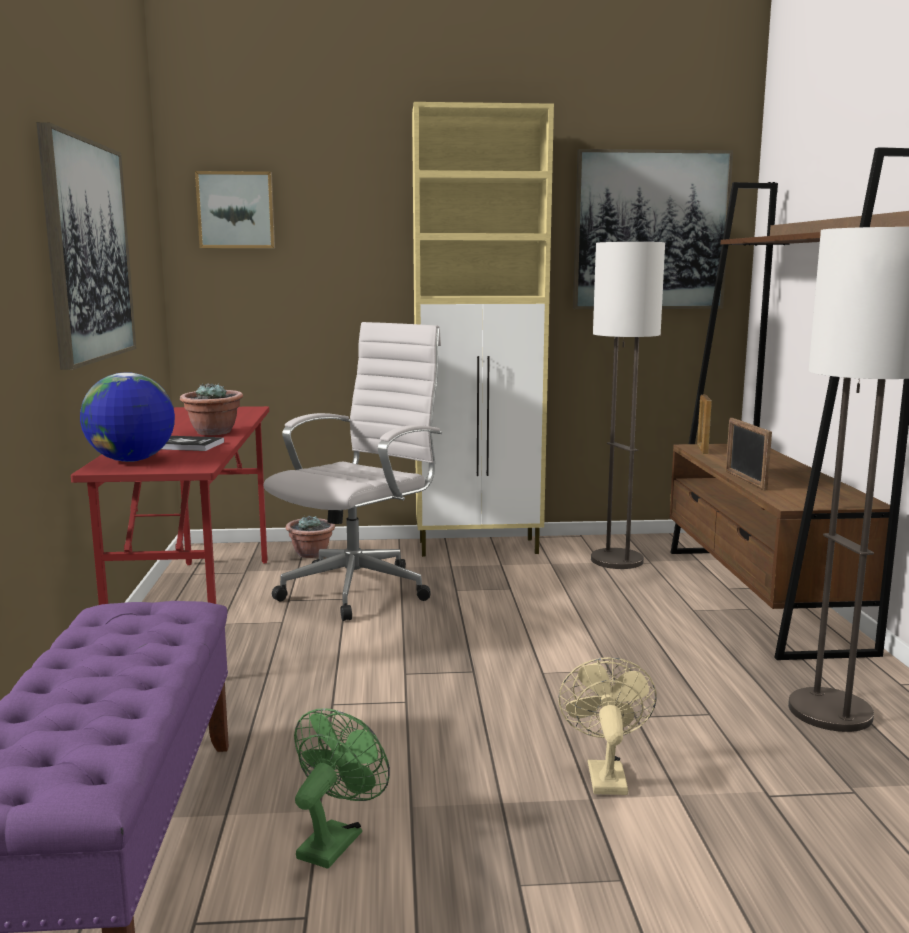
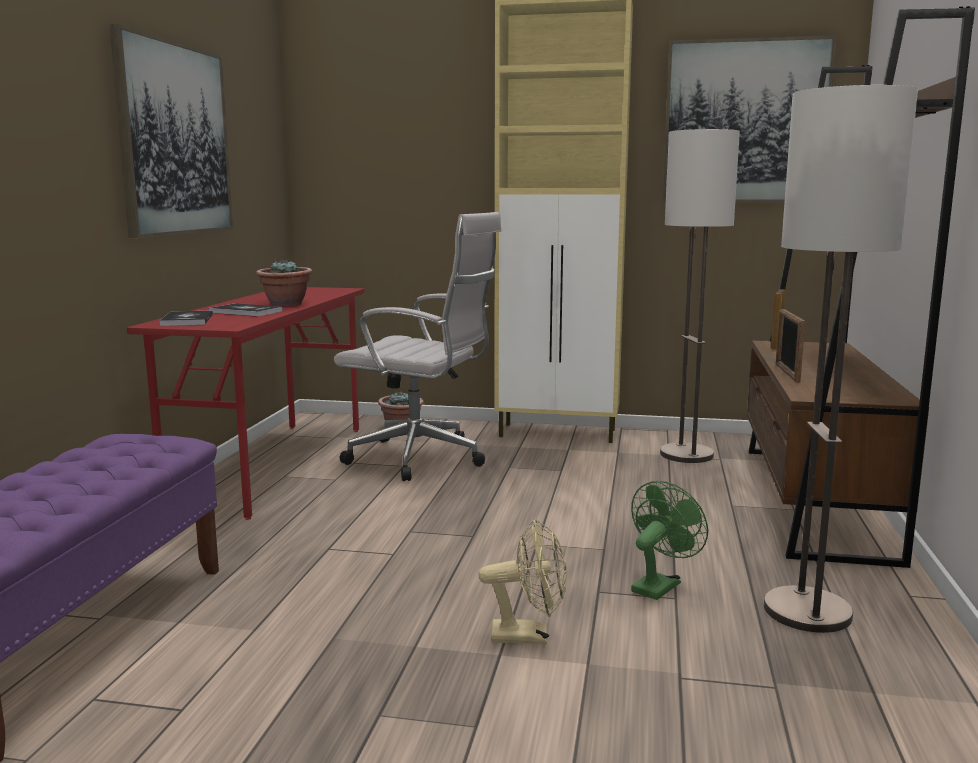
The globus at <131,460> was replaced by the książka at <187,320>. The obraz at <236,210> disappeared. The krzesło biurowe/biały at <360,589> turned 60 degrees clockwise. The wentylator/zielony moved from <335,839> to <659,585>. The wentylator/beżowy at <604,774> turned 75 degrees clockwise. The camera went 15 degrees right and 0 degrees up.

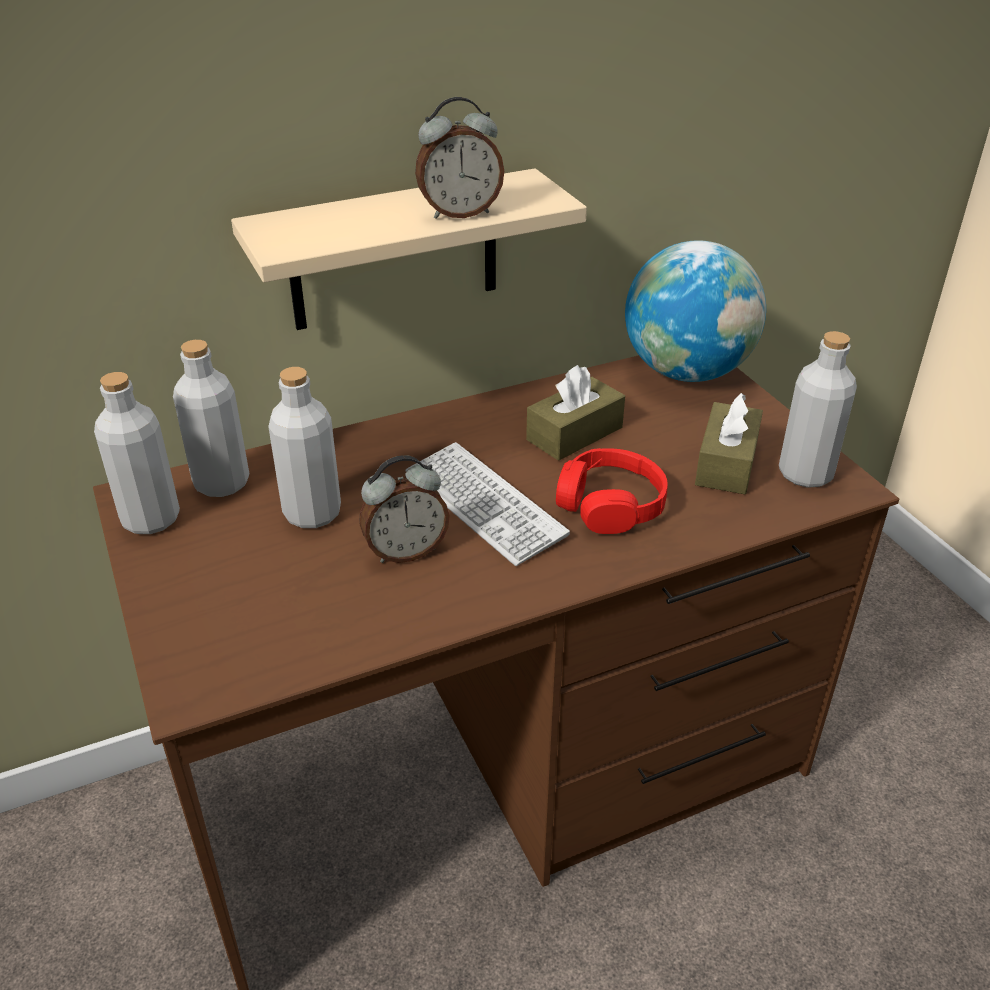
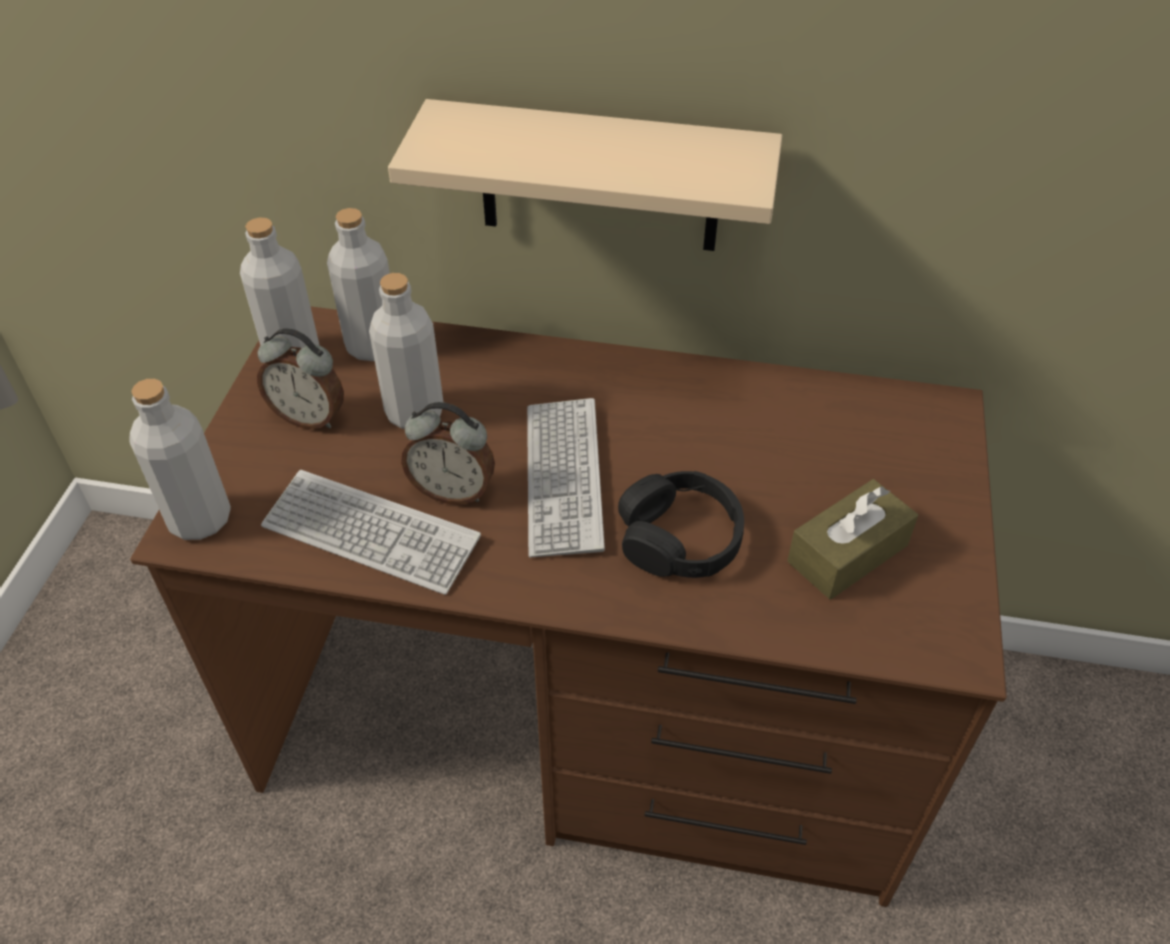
The budzik moved from <460,213> to <310,417>. The pudełko chusteczek/brązowy at <574,434> disappeared. The słuchawki/czerwony at <610,504> became the słuchawki/czarny at <680,538>. The globus at <687,372> disappeared. The butelka/szary moved from <805,473> to <199,519>. The klawiatura at <371,533> appeared. The camera went 35 degrees right and 10 degrees up.

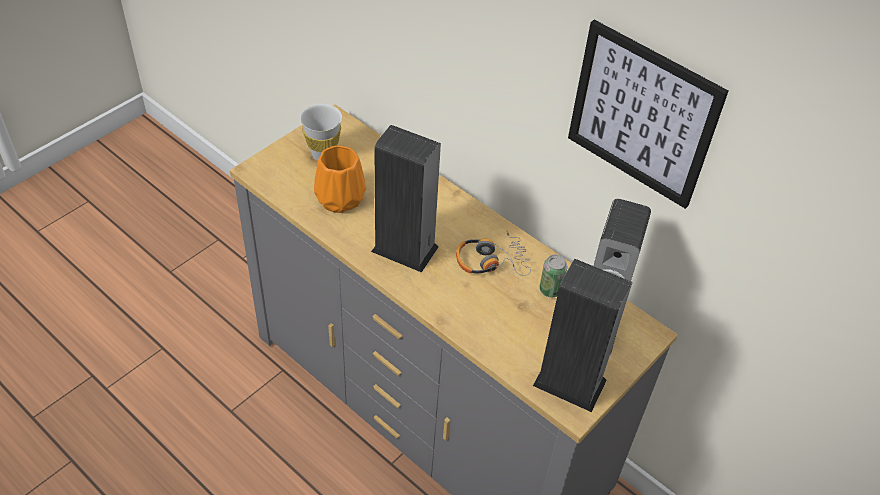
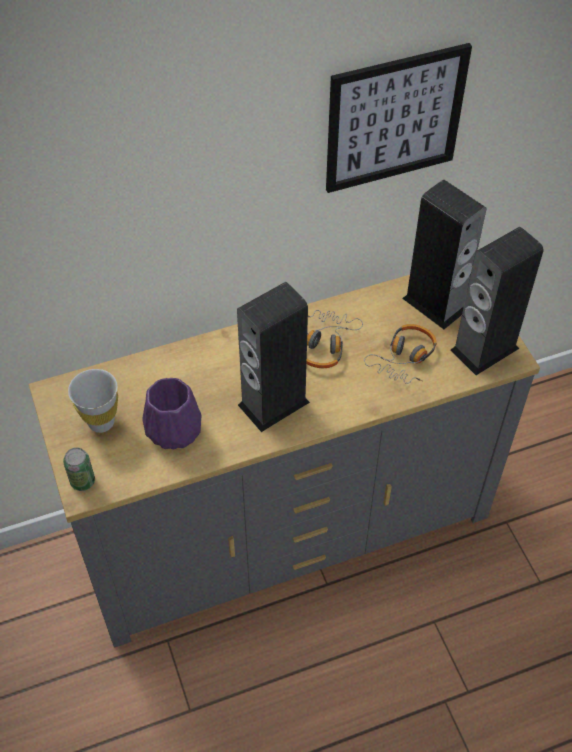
The wazon/pomarańczowy at <341,199> became the wazon/fioletowy at <175,430>. The puszka moved from <550,290> to <82,481>. The słuchawki at <404,358> appeared. The camera went 60 degrees left and 5 degrees up.

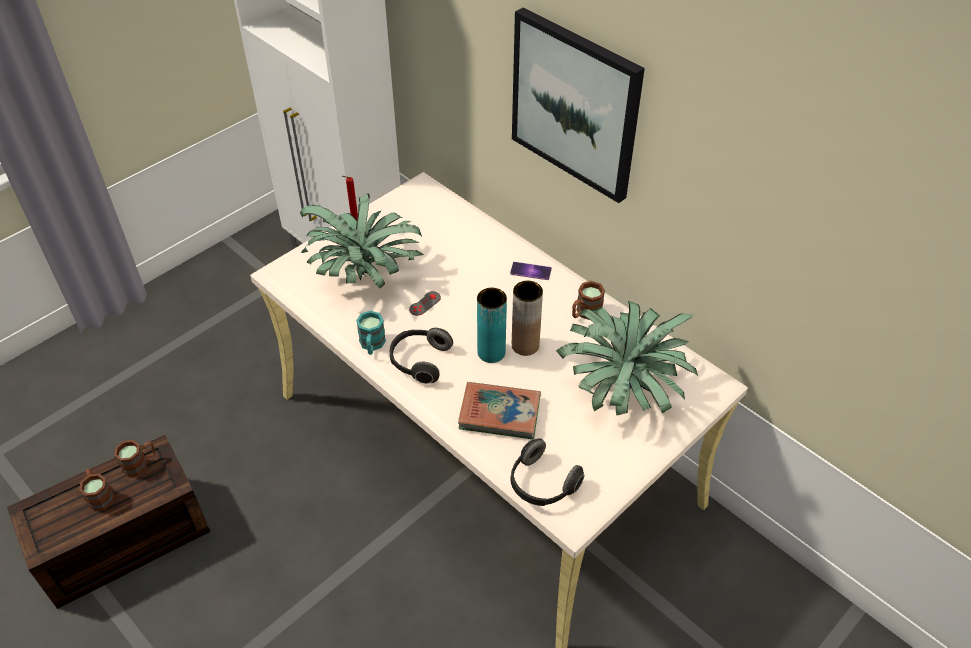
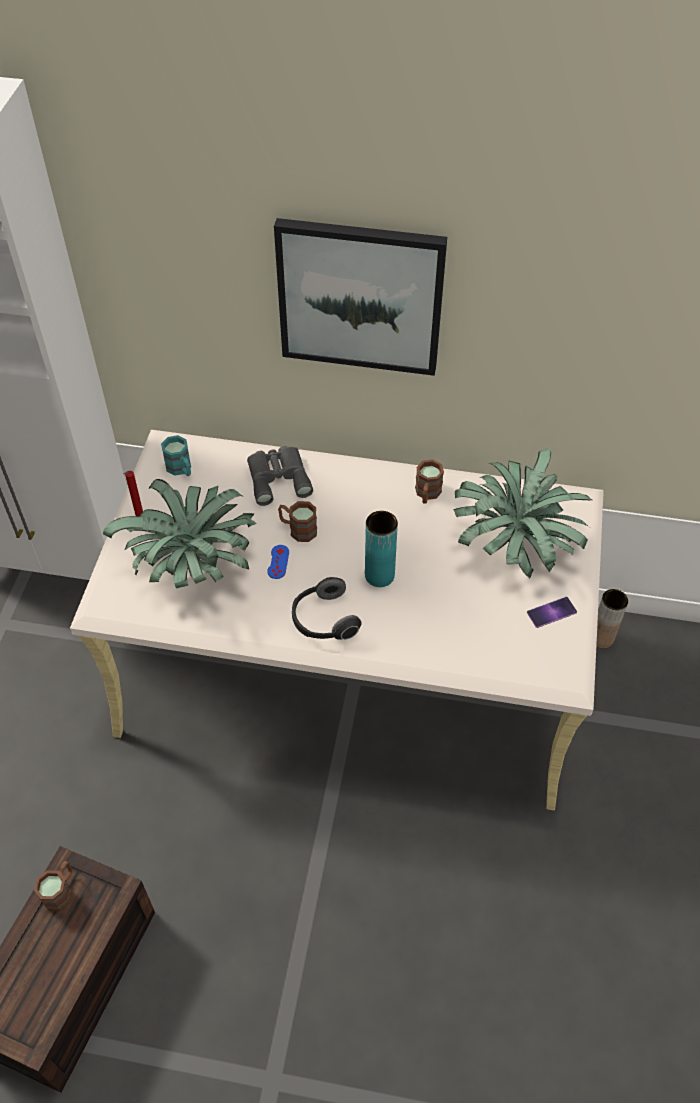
The kubek/brązowy moved from <99,496> to <298,529>. The kubek/turkusowy moved from <372,345> to <181,469>. The pad do gier/szary at <425,303> became the pad do gier/niebieski at <278,562>. The książka at <499,413> disappeared. The telefon moved from <530,271> to <551,612>. The słuchawki at <541,484> disappeared. The wazon/brązowy moved from <525,345> to <601,638>. The lornetka/szary at <278,477> appeared. The camera went 35 degrees left and 5 degrees up.

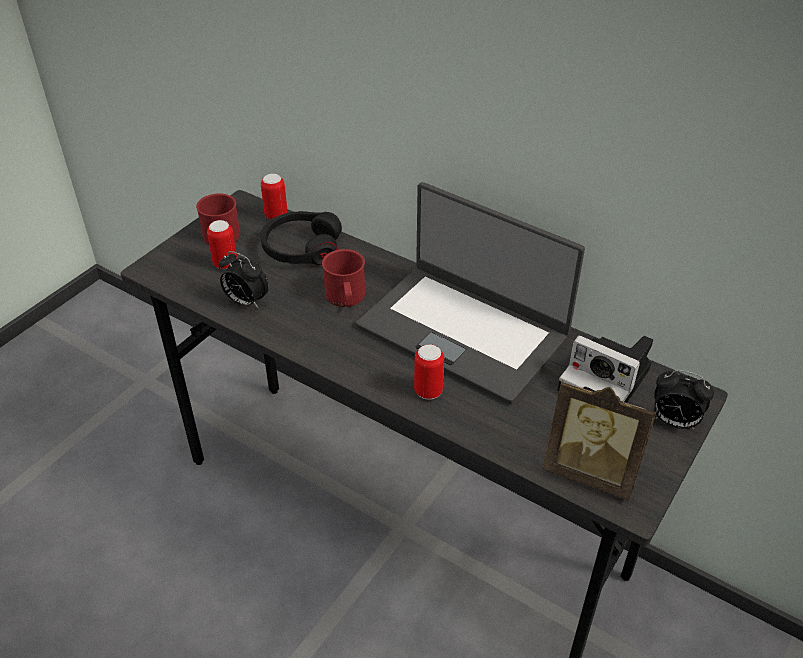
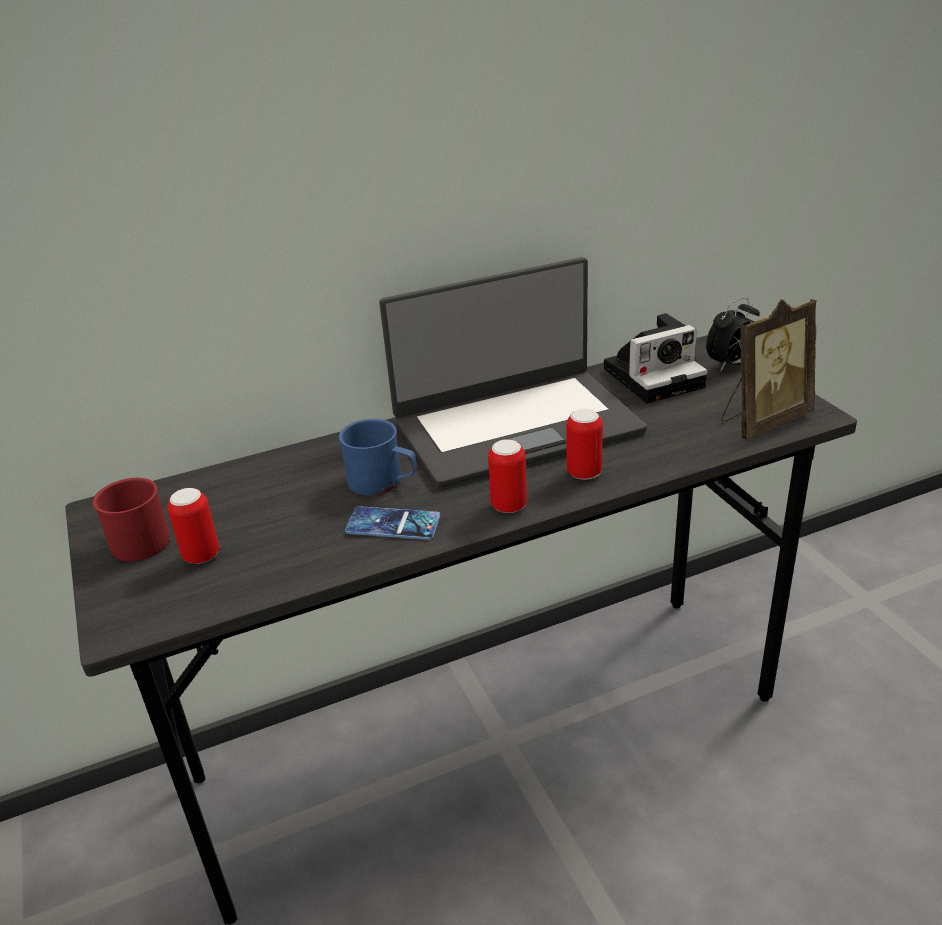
The budzik at <246,302> disappeared. The słuchawki/czarny at <301,248> disappeared. The puszka moved from <276,215> to <509,506>. The kubek/czerwony at <346,299> became the kubek/niebieski at <383,482>. The telefon at <393,524> appeared. The camera went 55 degrees left and 10 degrees down.

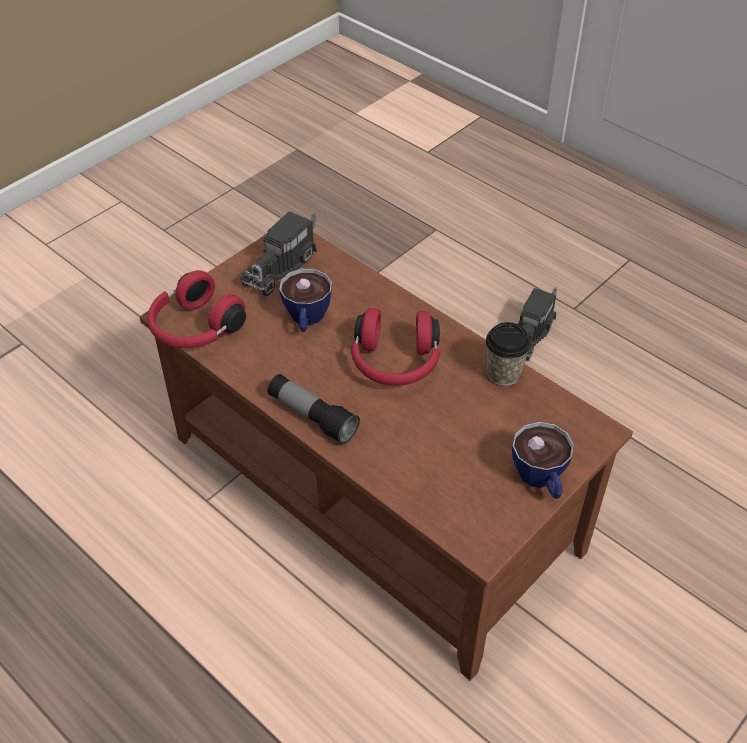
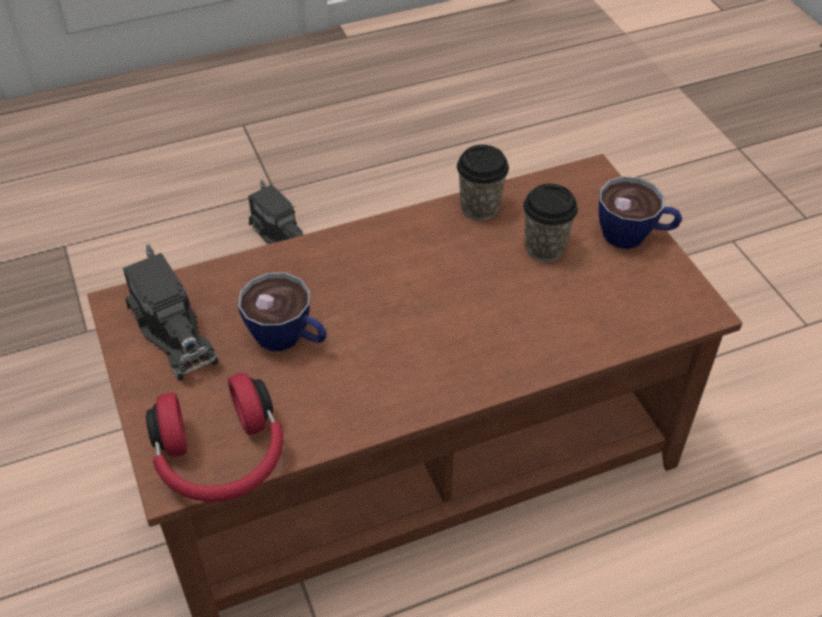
The latarka at <312,417> disappeared. The słuchawki/czerwony at <395,363> disappeared. The filiżanka at <544,248> appeared. The camera went 65 degrees left and 0 degrees up.

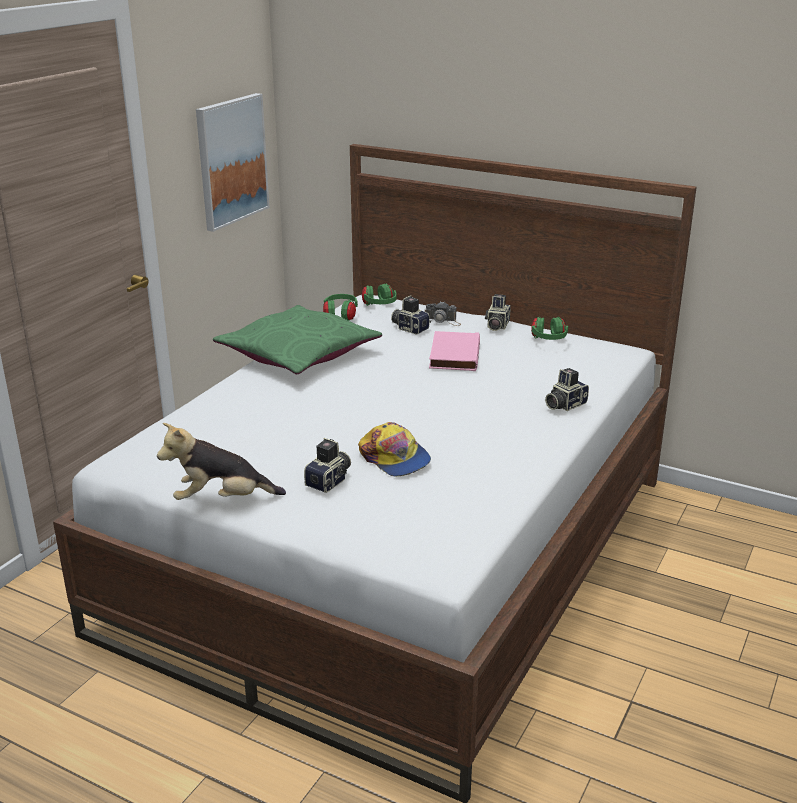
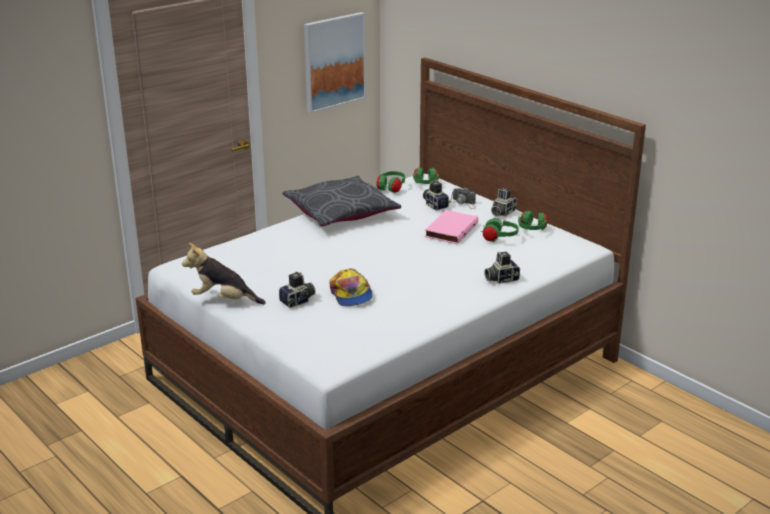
The poduszka/zielony at <298,354> became the poduszka/szary at <341,212>. The słuchawki/zielony at <499,238> appeared. The camera went 20 degrees right and 0 degrees up.

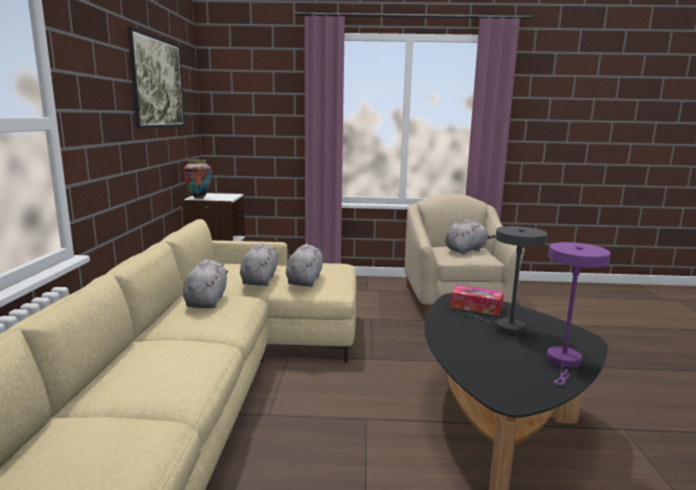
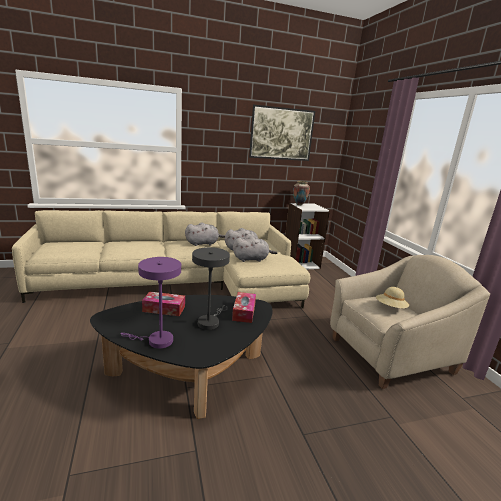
The pluszak/szary at <466,250> was replaced by the kapelusz/beżowy at <390,308>. The pudełko chusteczek at <164,309> appeared. The camera went 70 degrees right and 5 degrees up.

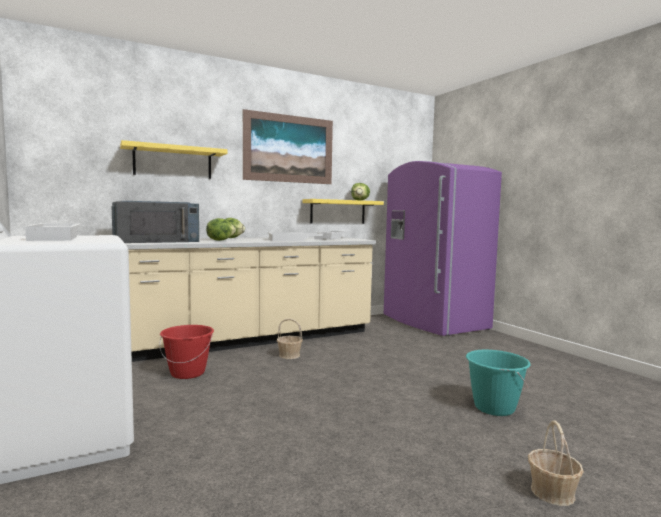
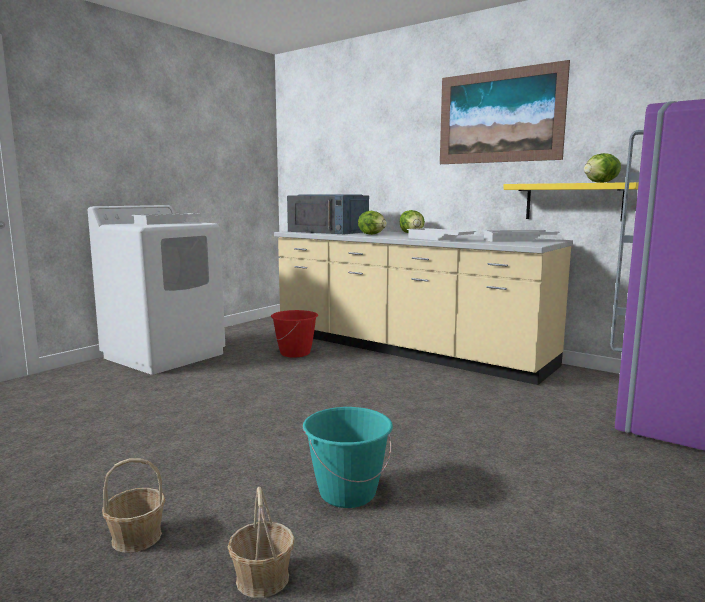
The półka/żółty at <173,162> disappeared. The koszyk moved from <289,355> to <262,579>. The camera went 65 degrees right and 5 degrees up.

